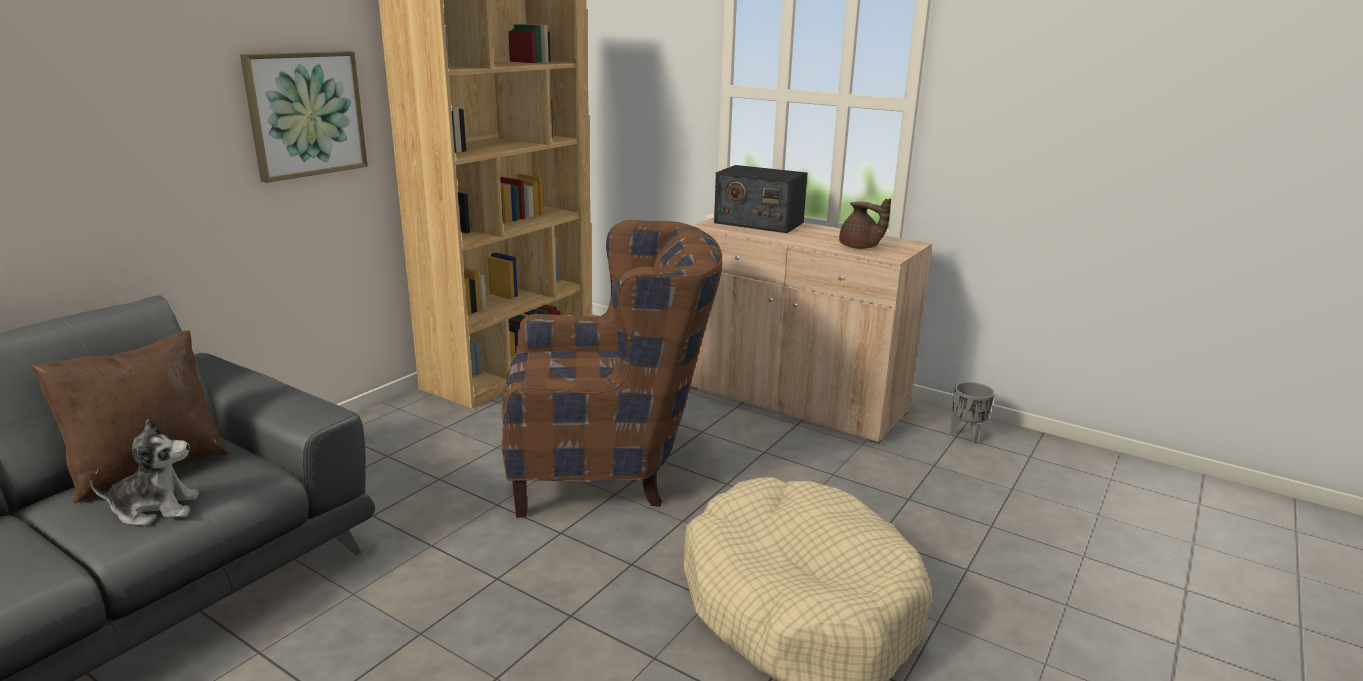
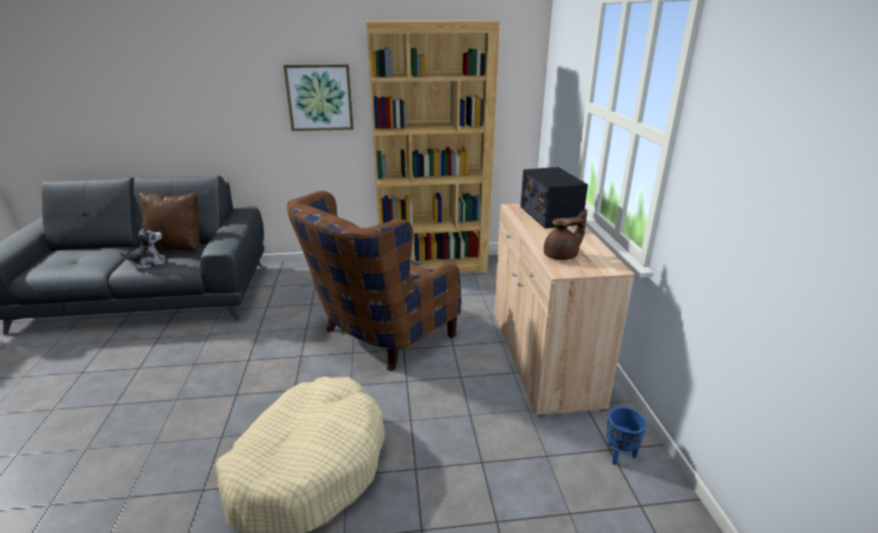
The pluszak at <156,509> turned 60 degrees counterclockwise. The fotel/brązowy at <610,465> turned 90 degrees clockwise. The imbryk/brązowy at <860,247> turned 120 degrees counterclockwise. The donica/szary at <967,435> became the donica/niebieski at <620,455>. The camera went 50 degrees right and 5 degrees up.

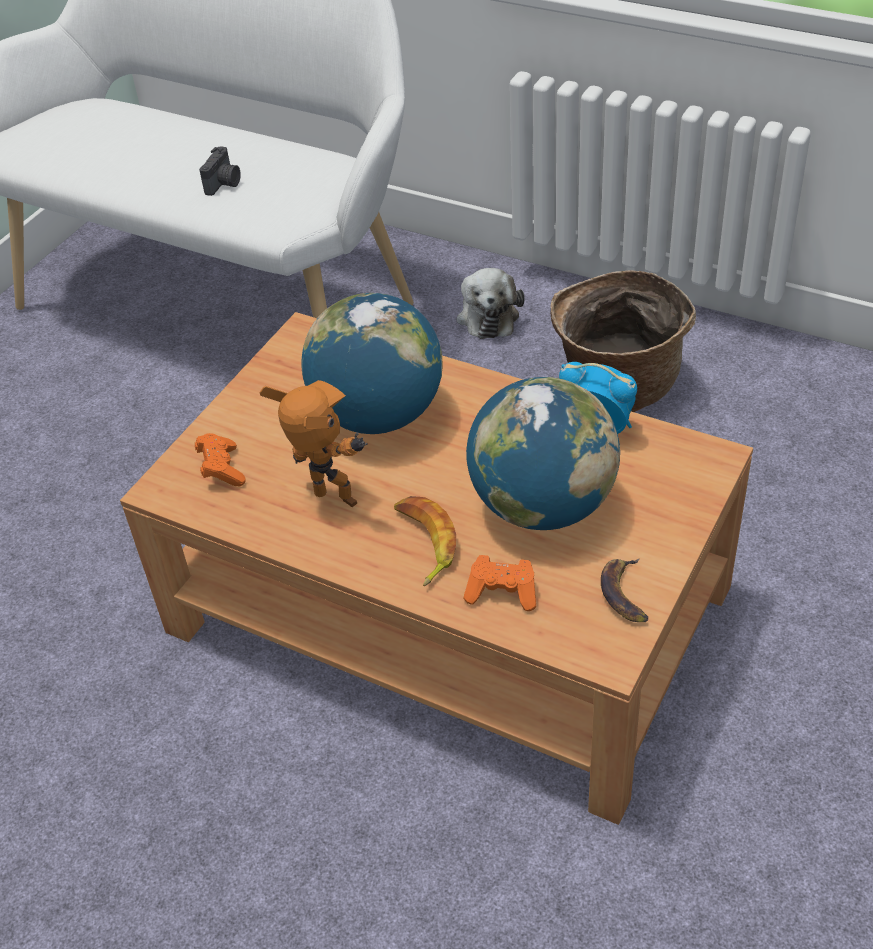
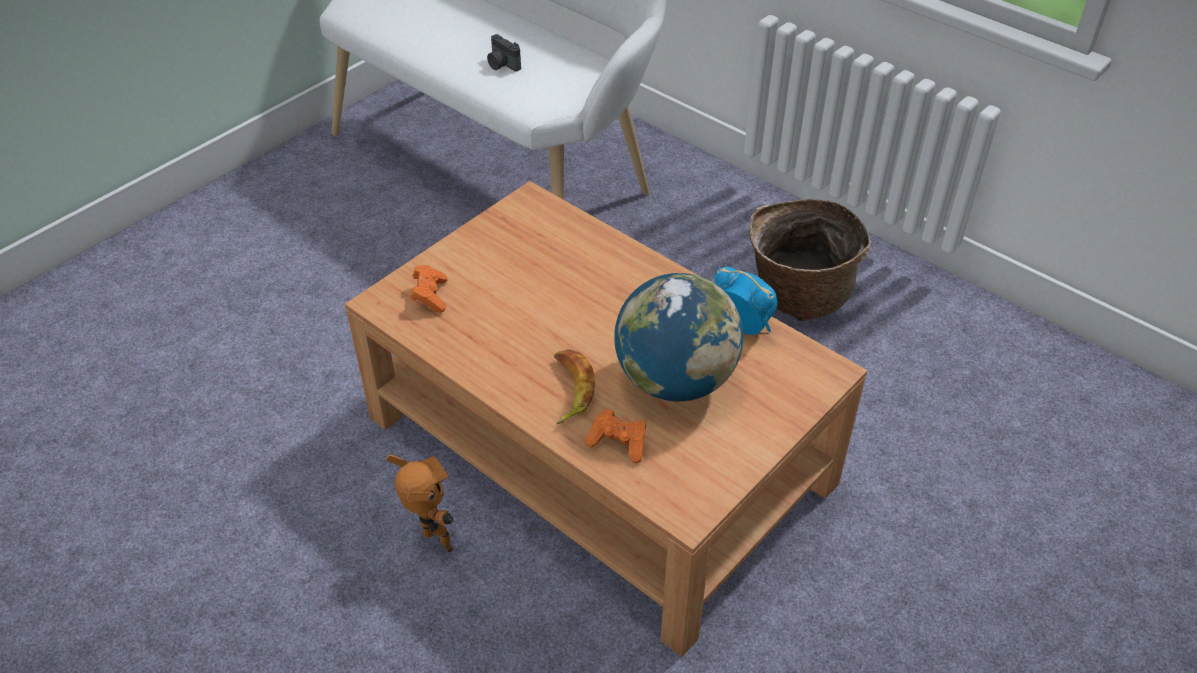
The aparat fotograficzny at <224,184> turned 105 degrees clockwise. The robot zabawkowy moved from <332,504> to <434,545>. The globus at <378,415> disappeared. The pluszak at <488,315> disappeared. The banan at <625,594> disappeared. The camera went 10 degrees right and 0 degrees up.

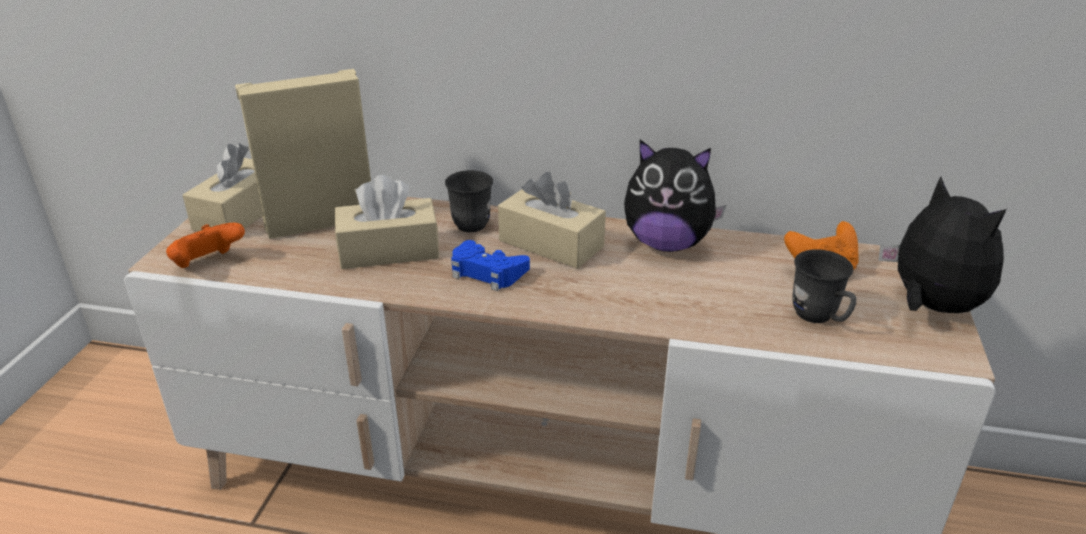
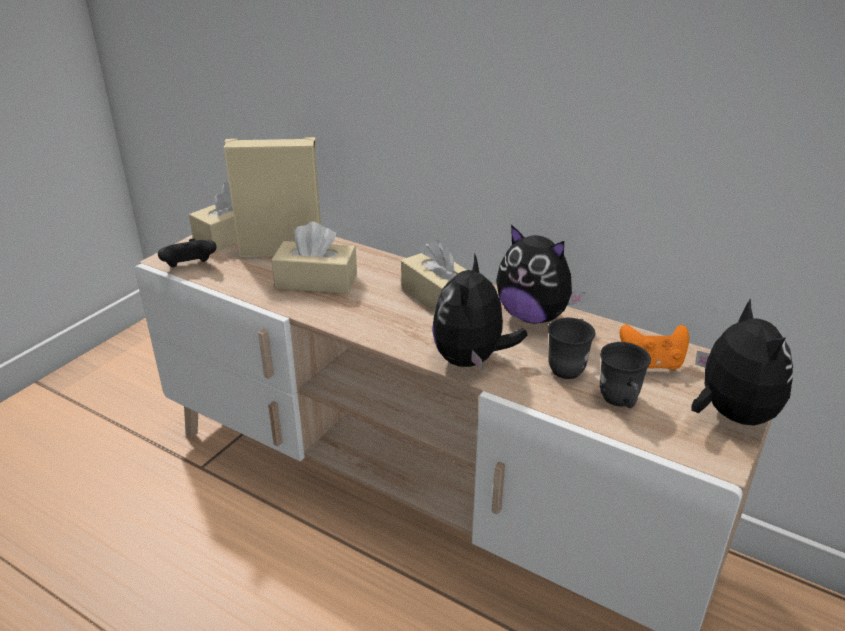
The pad do gier/pomarańczowy at <208,264> became the pad do gier/czarny at <190,268>. The kubek/szary moved from <473,220> to <569,366>. The pad do gier/niebieski at <487,272> disappeared. The pluszak at <471,360> appeared. The camera went 20 degrees right and 0 degrees up.

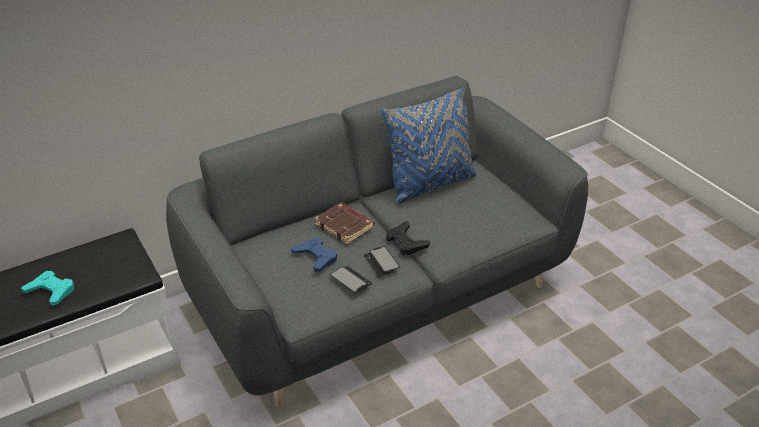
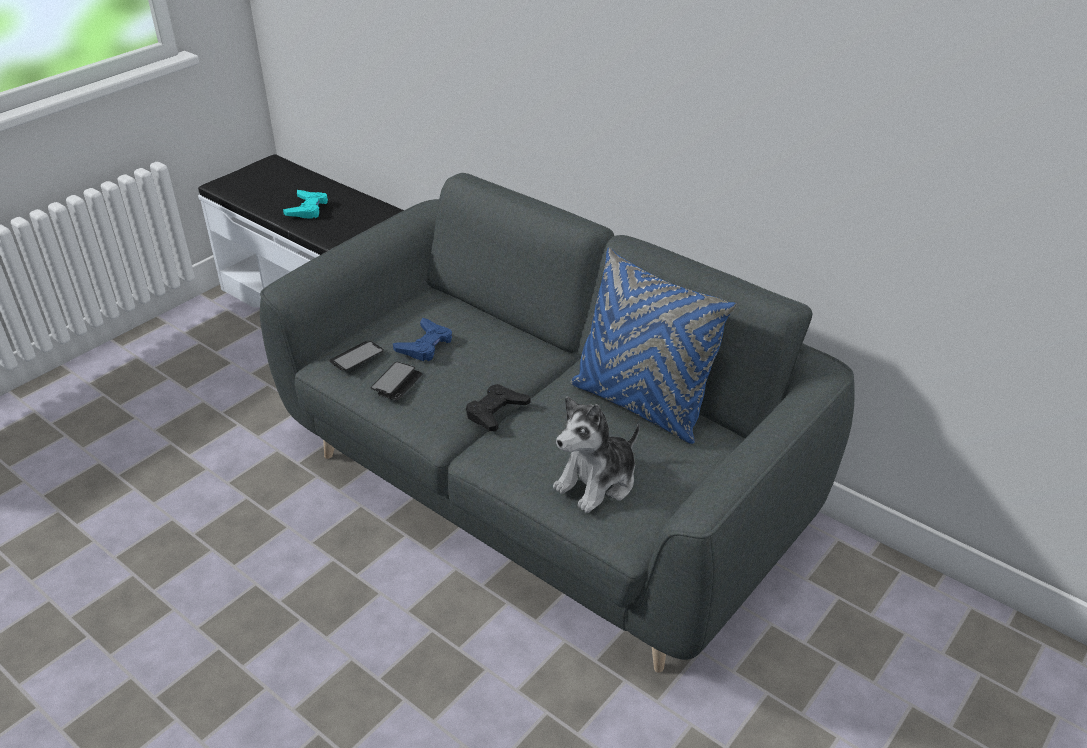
The książka/brązowy at <345,226> disappeared. The telefon moved from <381,262> to <356,357>. The pluszak at <597,482> appeared. The camera went 70 degrees right and 0 degrees up.

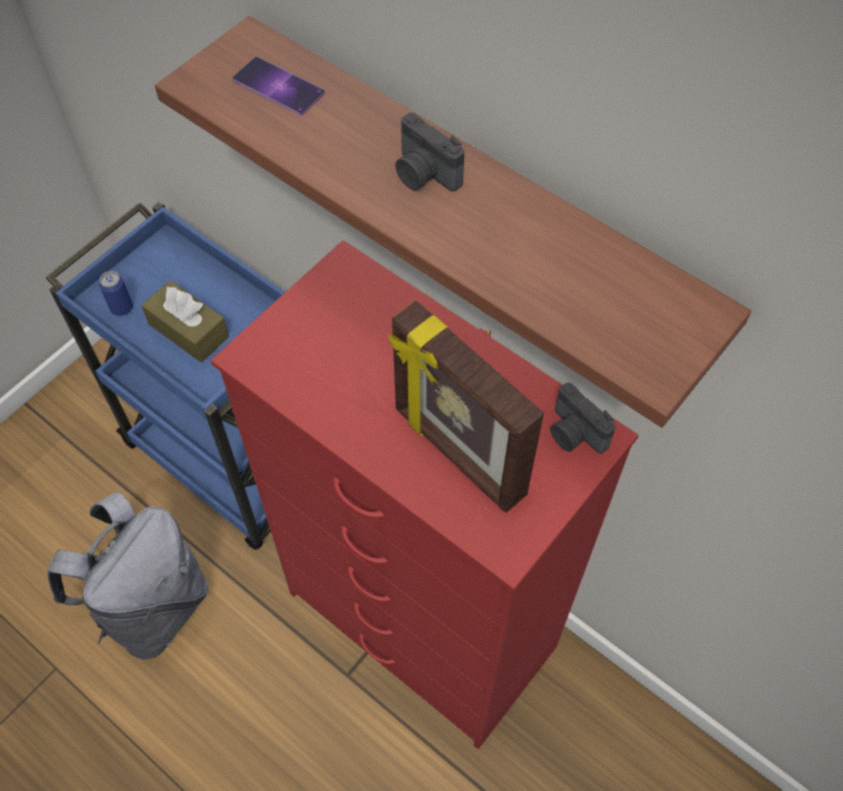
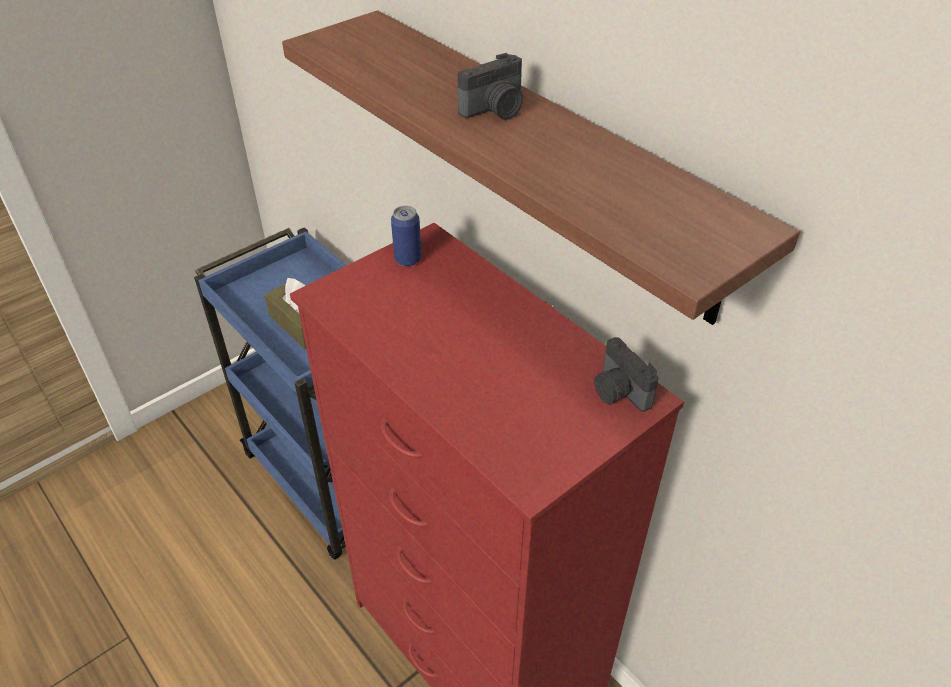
The plecak/szary at <152,606> disappeared. The puszka moved from <122,308> to <408,259>. The telefon at <278,86> disappeared. The ramka na zdjęcie at <457,453> disappeared. The aparat fotograficzny at <423,174> turned 90 degrees counterclockwise. The camera went 10 degrees right and 15 degrees down.

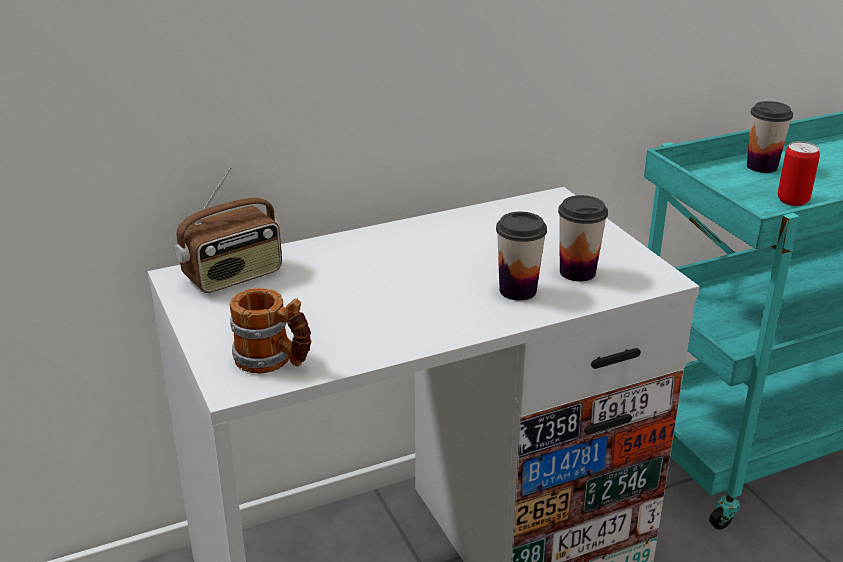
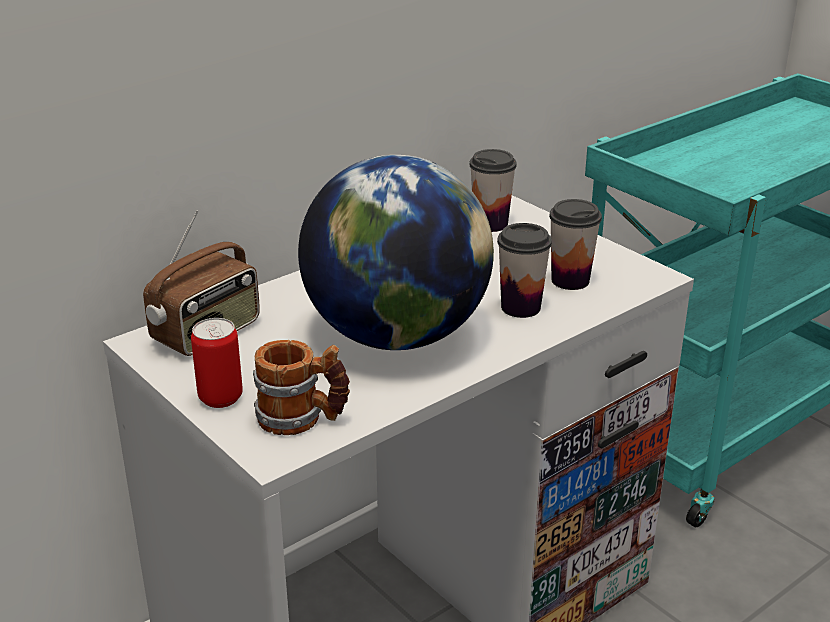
The filiżanka moved from <761,166> to <490,224>. The puszka moved from <793,200> to <220,398>. The globus at <396,335> appeared. The camera went 15 degrees left and 0 degrees up.

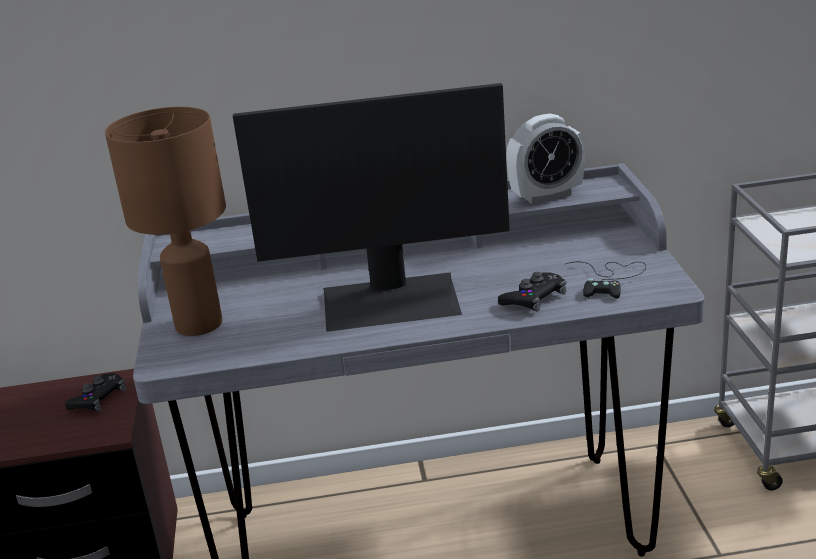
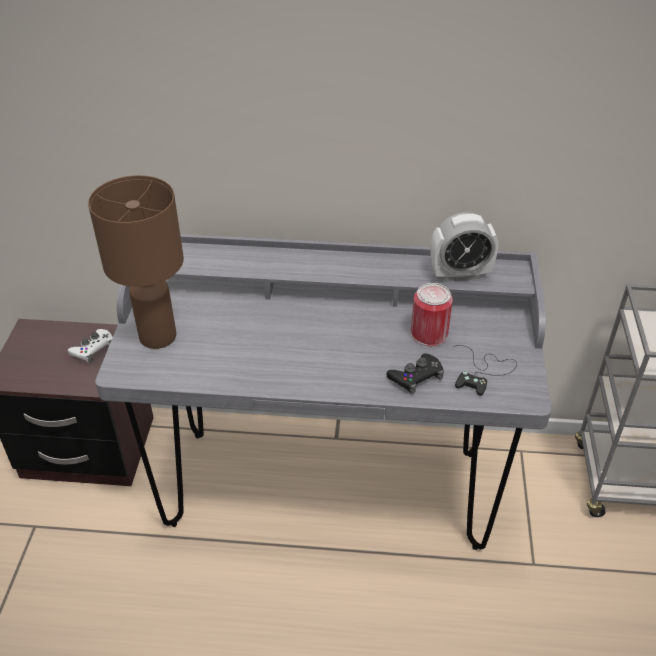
The pad do gier/czarny at <98,399> became the pad do gier/biały at <93,349>. The monitor at <391,301> disappeared. The puszka at <429,334> appeared. The camera went 10 degrees right and 15 degrees up.

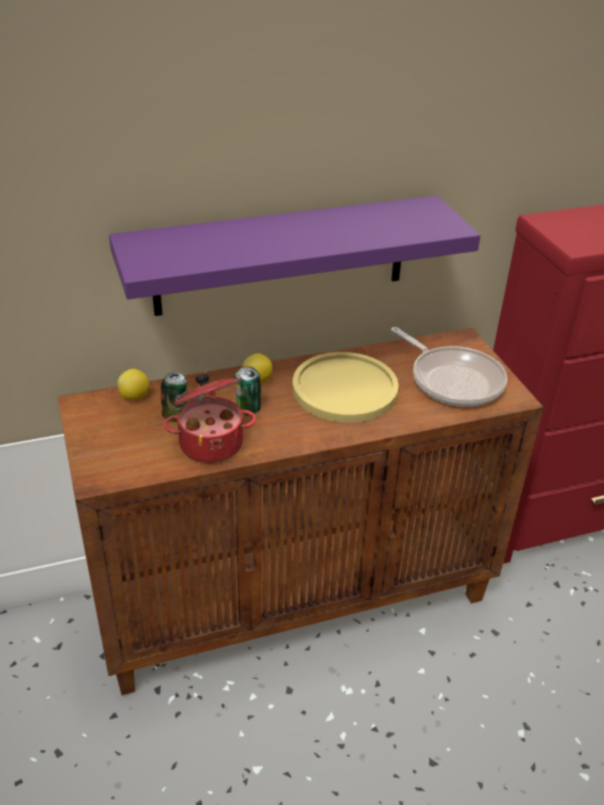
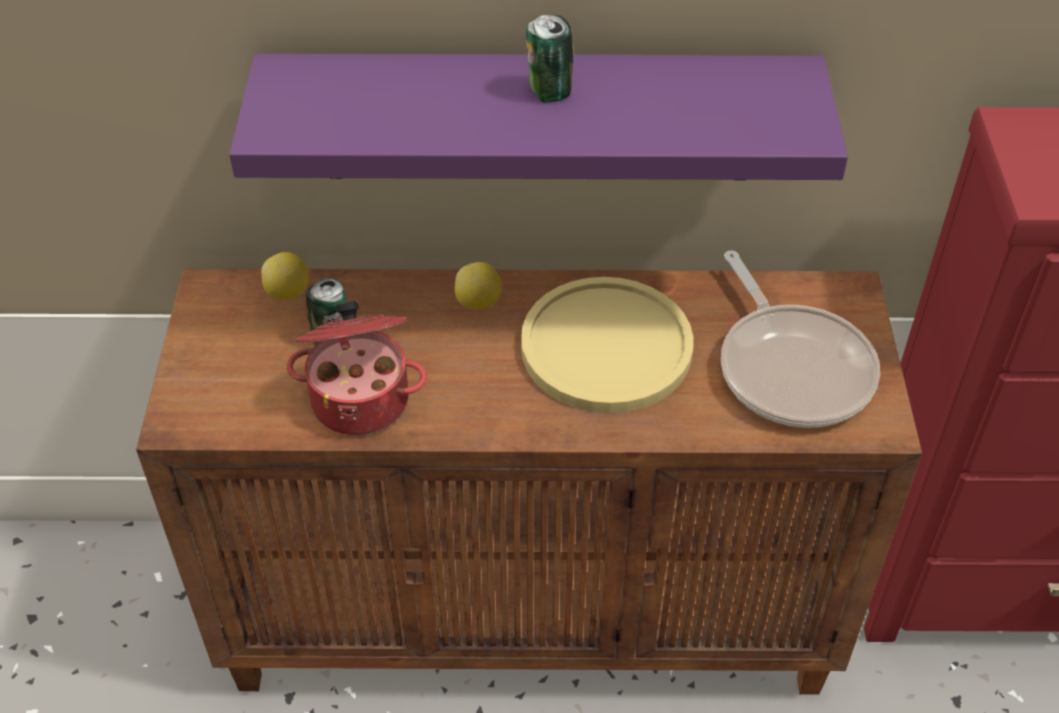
The puszka moved from <248,409> to <549,92>. The camera went 20 degrees right and 10 degrees up.

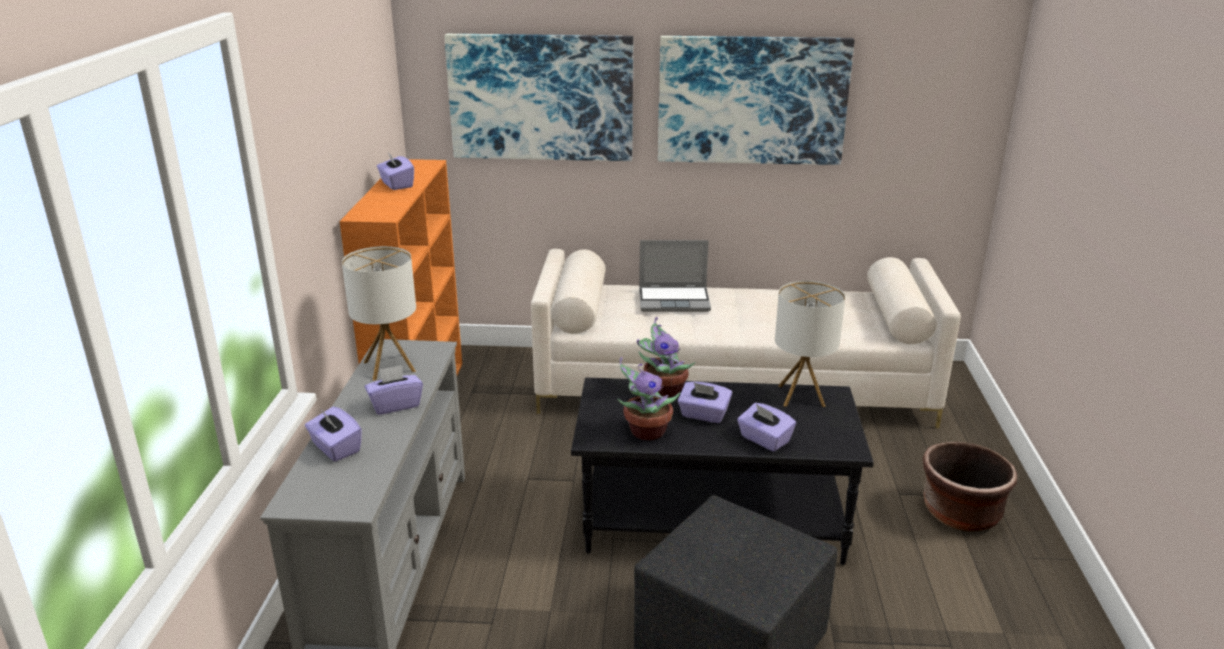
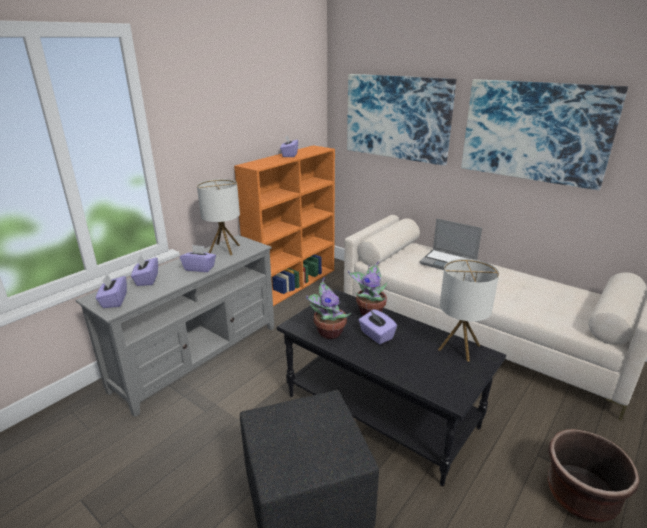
The pudełko chusteczek/fioletowy moved from <764,440> to <114,301>. The camera went 35 degrees right and 0 degrees up.

